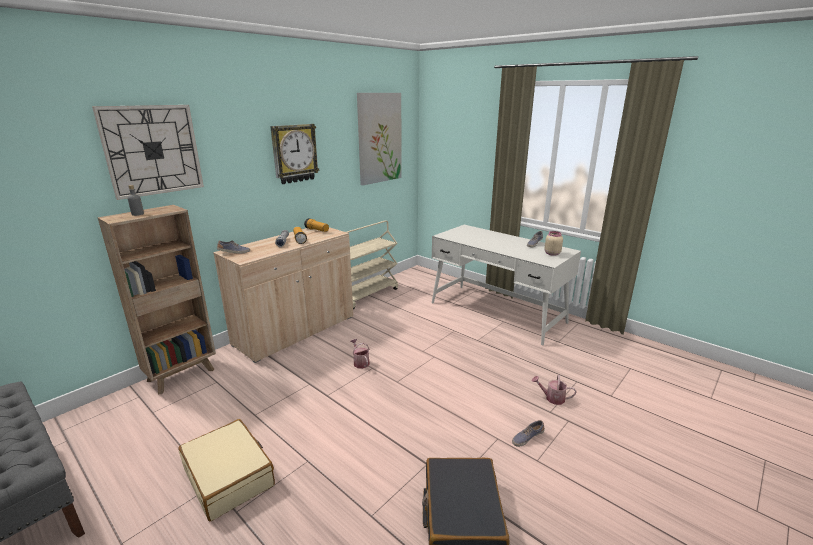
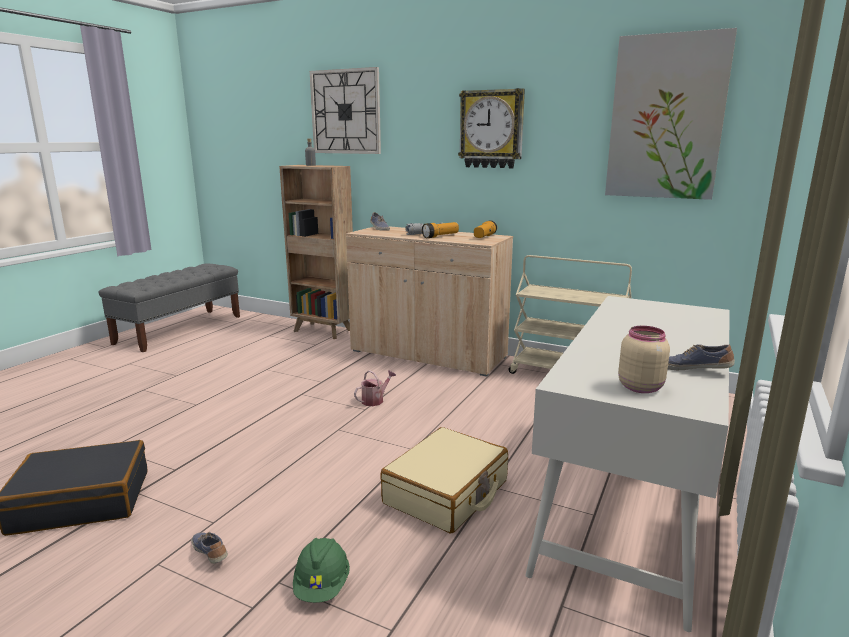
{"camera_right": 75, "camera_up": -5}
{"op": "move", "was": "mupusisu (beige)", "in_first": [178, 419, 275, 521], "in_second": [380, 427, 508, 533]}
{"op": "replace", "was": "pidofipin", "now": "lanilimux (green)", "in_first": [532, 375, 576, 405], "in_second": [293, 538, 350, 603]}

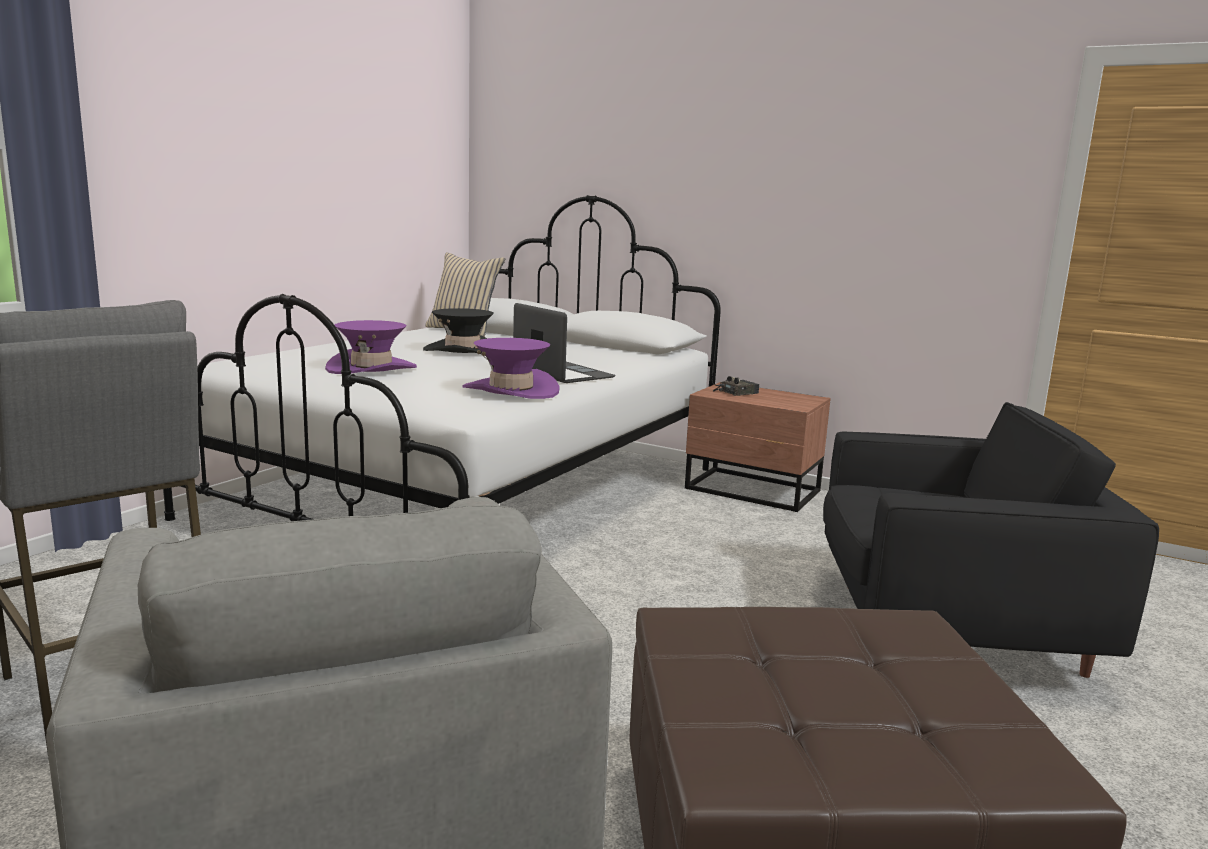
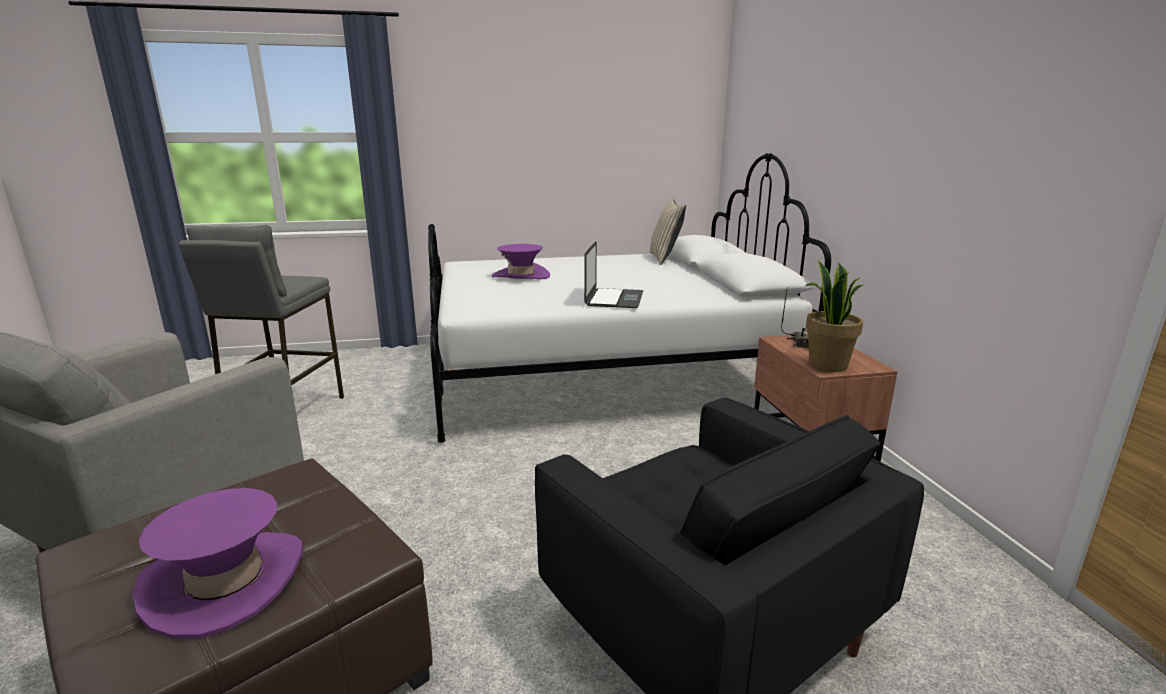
{"camera_right": 50, "camera_up": 5}
{"op": "delete", "was": "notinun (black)", "in_first": [423, 308, 494, 353]}
{"op": "insert", "now": "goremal", "in_second": [804, 260, 863, 372]}
{"op": "move", "was": "notinun (purple)", "in_first": [462, 338, 560, 399], "in_second": [132, 488, 303, 639]}

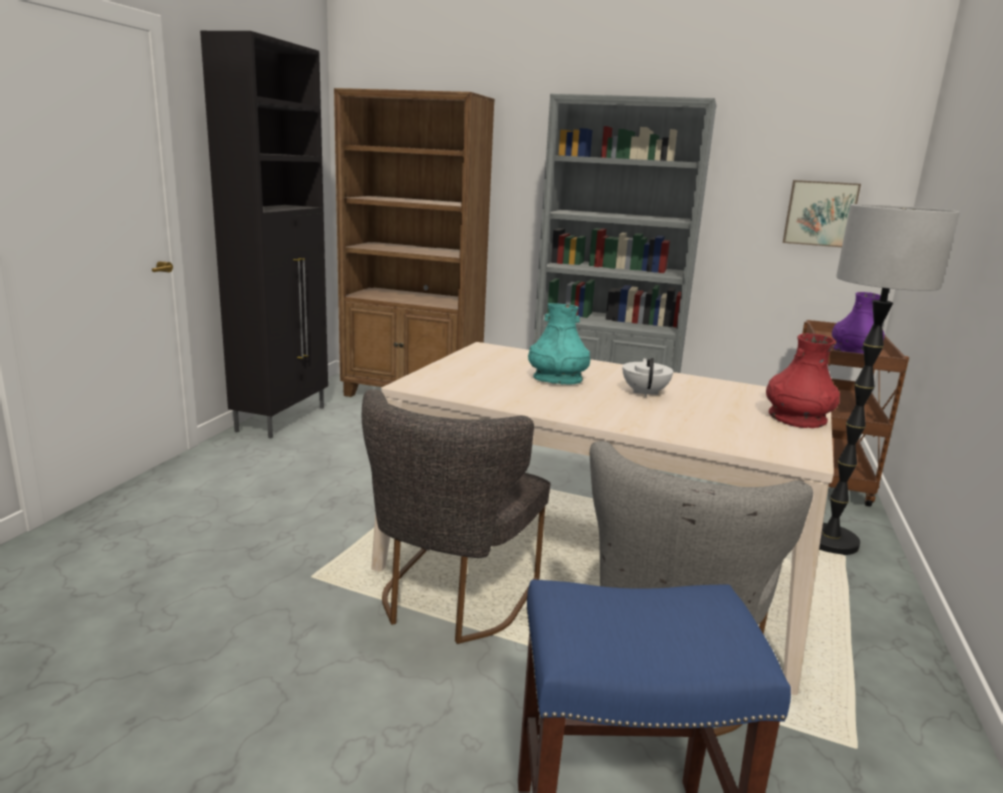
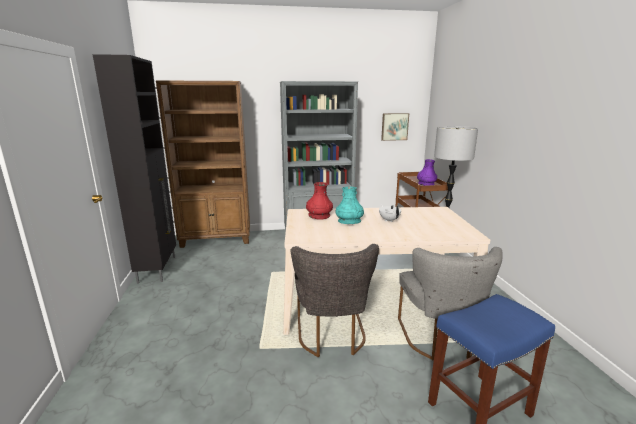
{"camera_right": -25, "camera_up": 0}
{"op": "move", "was": "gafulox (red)", "in_first": [766, 333, 840, 428], "in_second": [306, 182, 333, 220]}

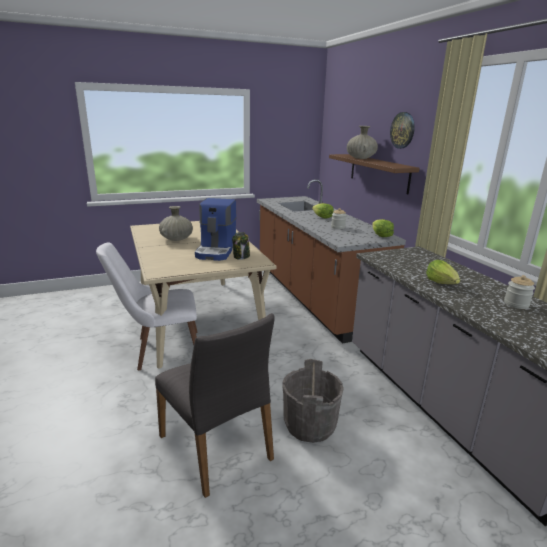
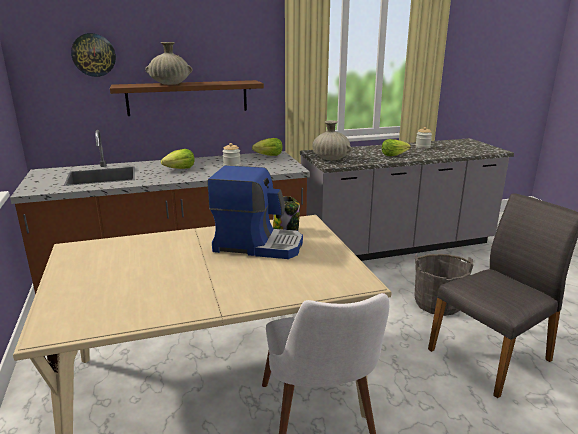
{"camera_right": -85, "camera_up": 0}
{"op": "move", "was": "gafulox (beige)", "in_first": [159, 206, 193, 241], "in_second": [313, 120, 352, 160]}
{"op": "move", "was": "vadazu", "in_first": [390, 112, 415, 149], "in_second": [71, 33, 116, 77]}

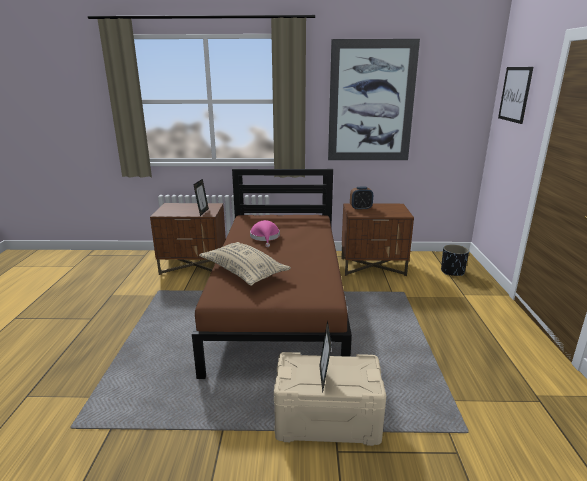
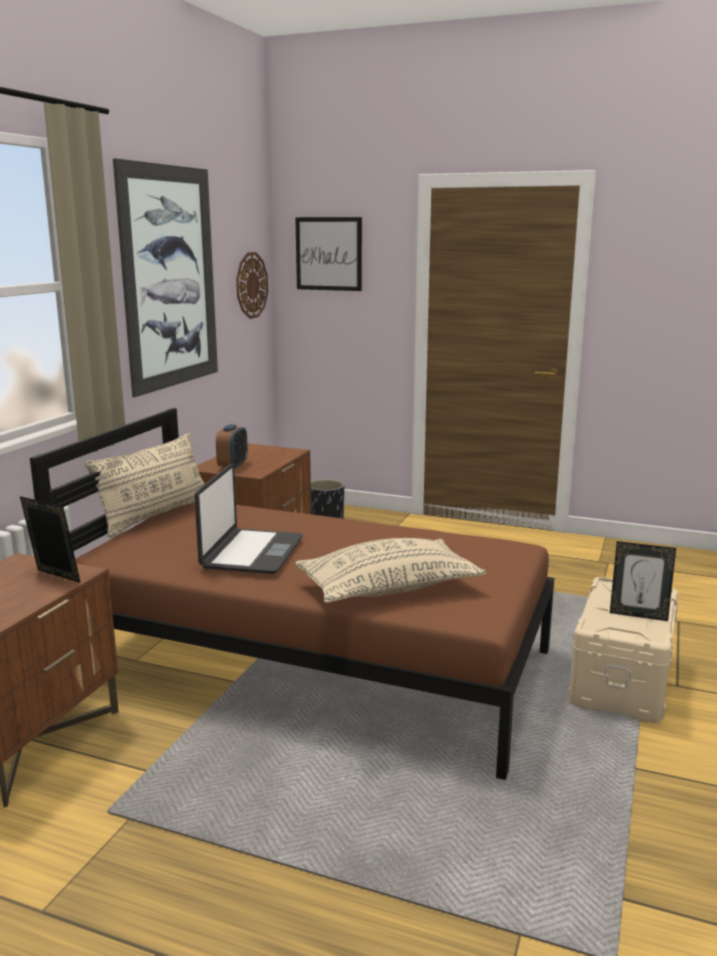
{"camera_right": -70, "camera_up": -5}
{"op": "insert", "now": "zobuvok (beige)", "in_second": [85, 433, 204, 538]}
{"op": "insert", "now": "vadazu", "in_second": [236, 252, 268, 319]}
{"op": "replace", "was": "notinun (pink)", "now": "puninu", "in_first": [250, 220, 280, 247], "in_second": [194, 464, 303, 574]}

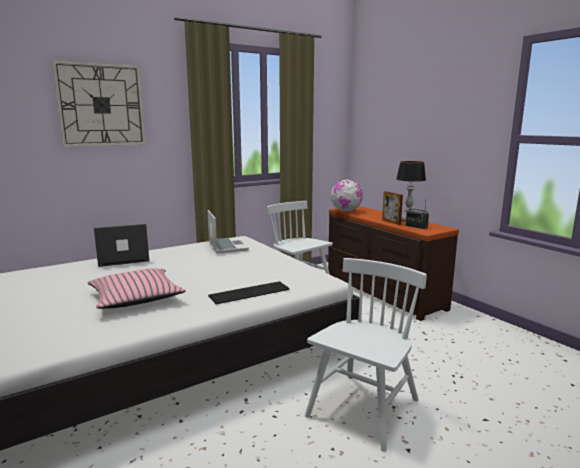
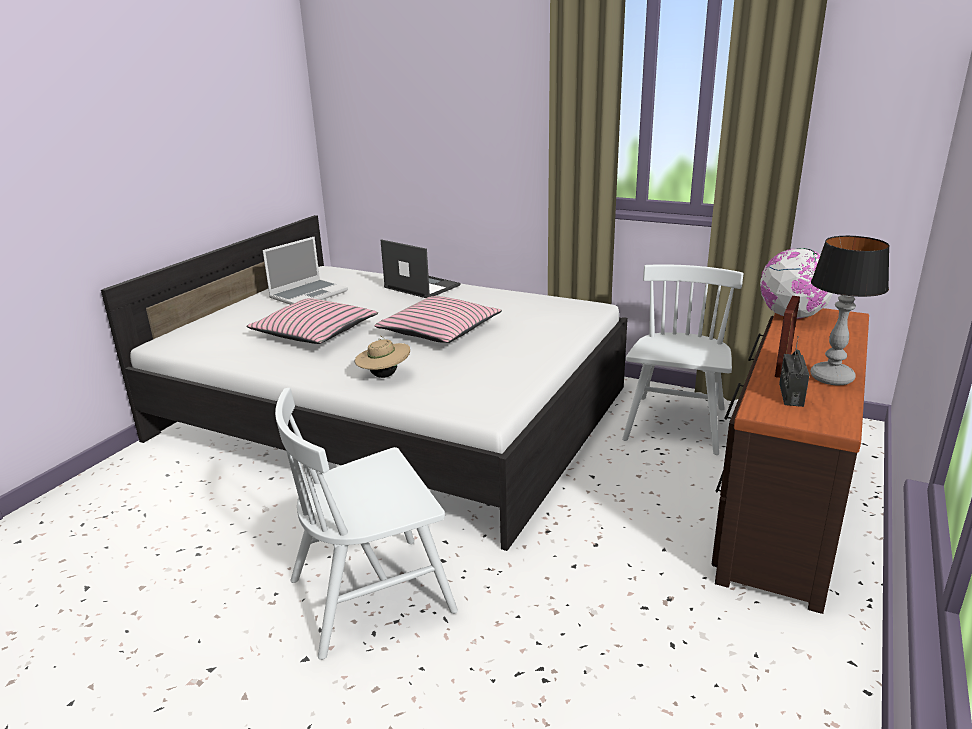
{"camera_right": 60, "camera_up": 10}
{"op": "delete", "was": "vadazu", "in_first": [52, 60, 146, 147]}
{"op": "insert", "now": "zobuvok (pink)", "in_second": [374, 296, 502, 343]}
{"op": "move", "was": "puninu", "in_first": [208, 210, 249, 253], "in_second": [263, 237, 348, 305]}
{"op": "replace", "was": "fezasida", "now": "notinun (beige)", "in_first": [208, 281, 289, 304], "in_second": [355, 335, 410, 378]}
{"op": "rotate", "was": "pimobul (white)", "in_first": [305, 258, 427, 452], "in_second": [275, 388, 458, 660], "clockwise": 150}

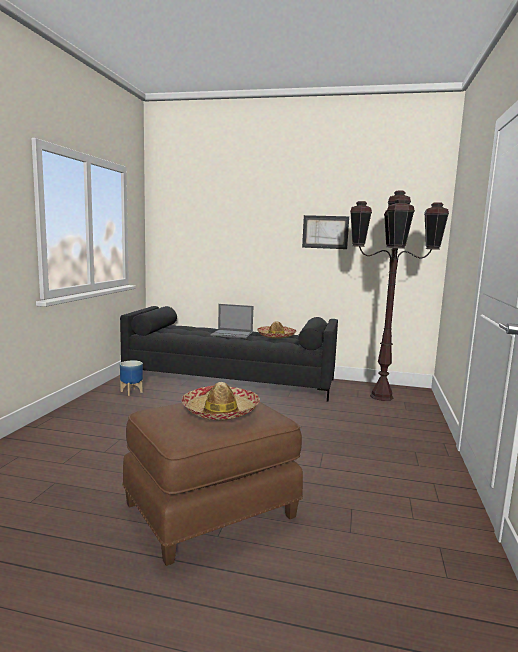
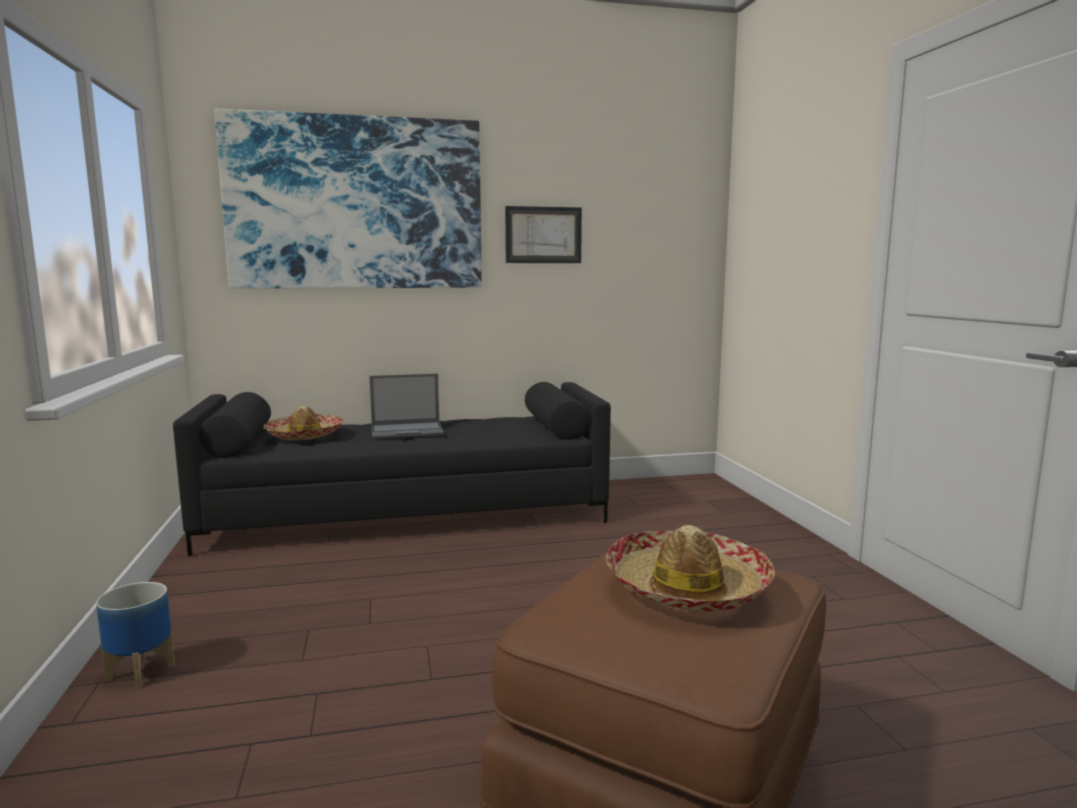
{"camera_right": -25, "camera_up": 0}
{"op": "delete", "was": "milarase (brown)", "in_first": [350, 190, 449, 401]}
{"op": "insert", "now": "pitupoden", "in_second": [214, 109, 482, 289]}
{"op": "move", "was": "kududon", "in_first": [120, 360, 143, 396], "in_second": [96, 582, 175, 689]}
{"op": "move", "was": "notinun", "in_first": [257, 321, 296, 339], "in_second": [264, 406, 344, 440]}

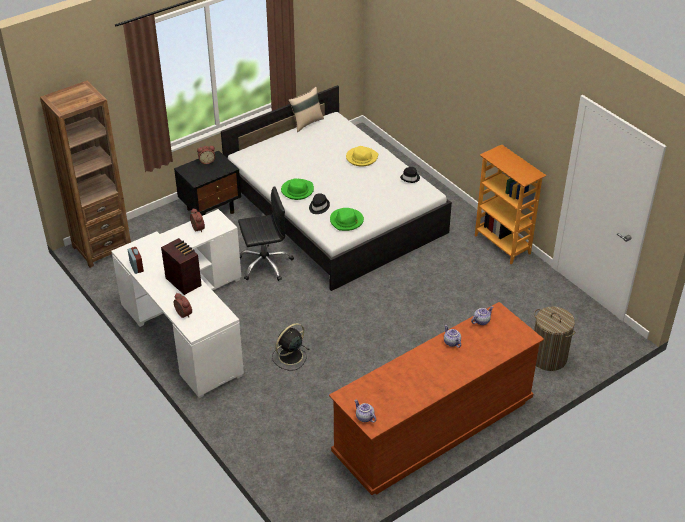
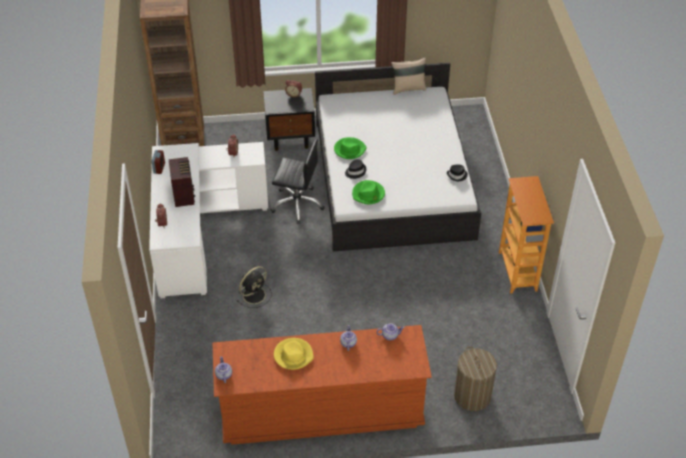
{"camera_right": 30, "camera_up": 5}
{"op": "move", "was": "notinun (yellow)", "in_first": [346, 146, 378, 167], "in_second": [274, 338, 314, 370]}
{"op": "rotate", "was": "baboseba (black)", "in_first": [272, 323, 309, 371], "in_second": [236, 266, 272, 308], "clockwise": 150}

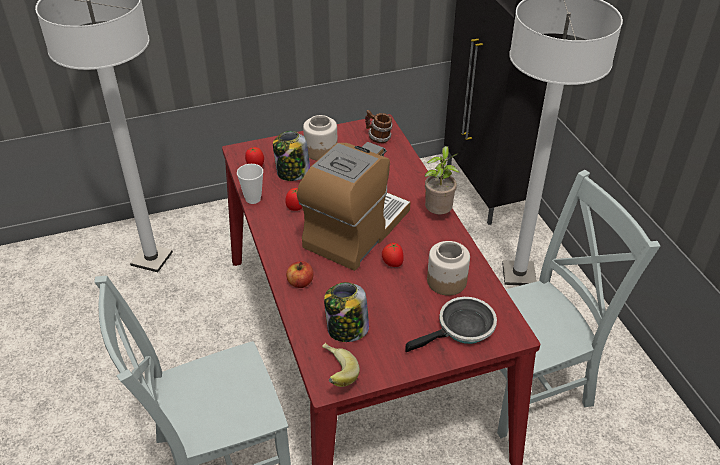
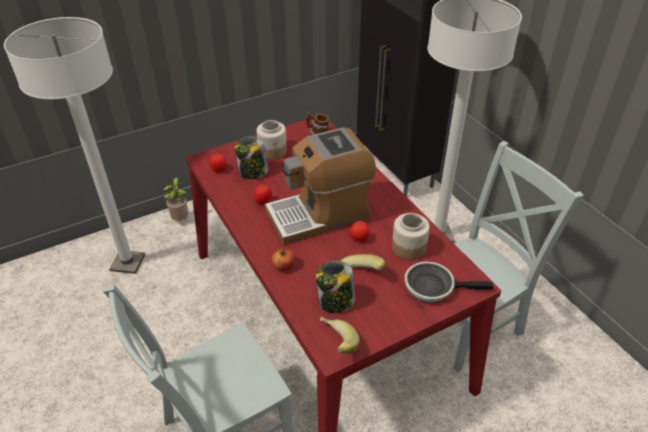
{"camera_right": -10, "camera_up": 0}
{"op": "delete", "was": "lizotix", "in_first": [237, 164, 263, 204]}
{"op": "insert", "now": "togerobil", "in_second": [341, 254, 386, 270]}
{"op": "move", "was": "goremal", "in_first": [424, 146, 460, 214], "in_second": [163, 177, 188, 221]}
{"op": "rotate", "was": "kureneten", "in_first": [297, 142, 411, 271], "in_second": [265, 127, 376, 245], "clockwise": -135}
{"op": "rotate", "was": "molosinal", "in_first": [405, 297, 497, 352], "in_second": [404, 262, 493, 302], "clockwise": -135}

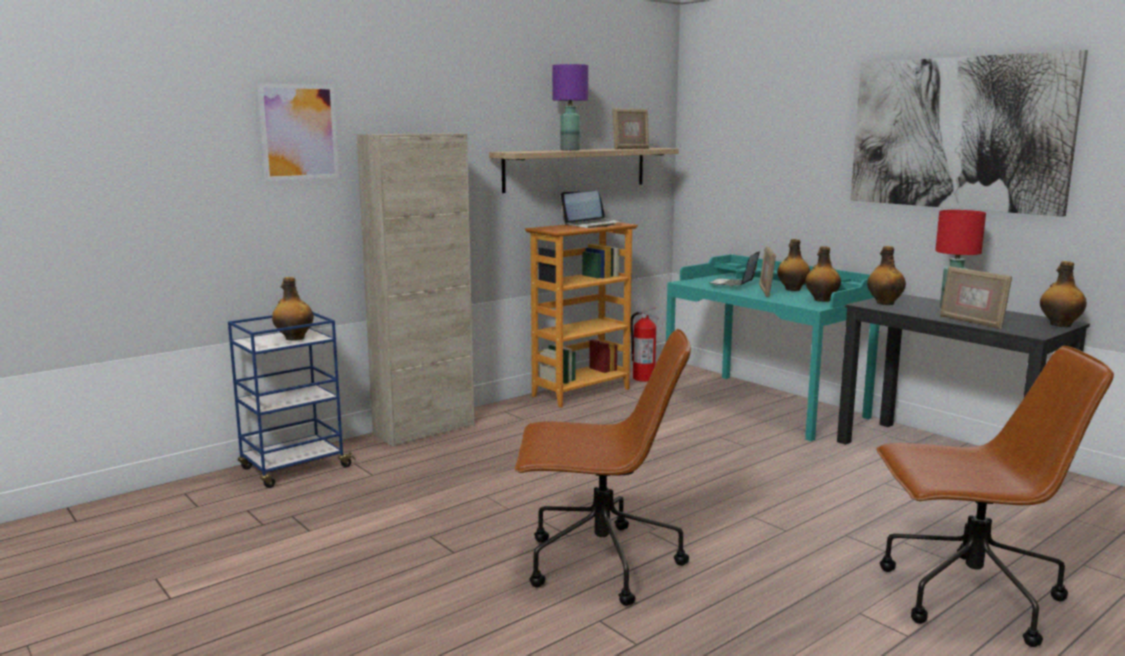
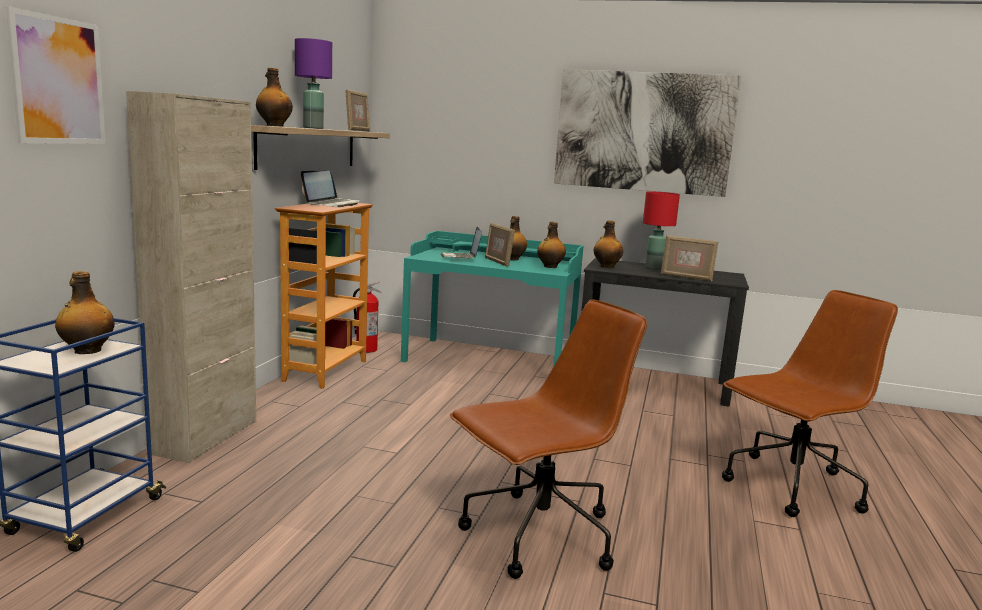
{"camera_right": -35, "camera_up": 0}
{"op": "move", "was": "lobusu", "in_first": [1040, 261, 1087, 327], "in_second": [256, 68, 293, 127]}

